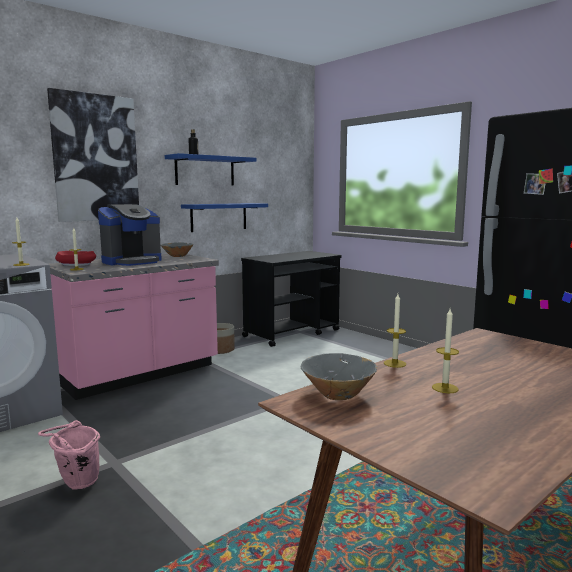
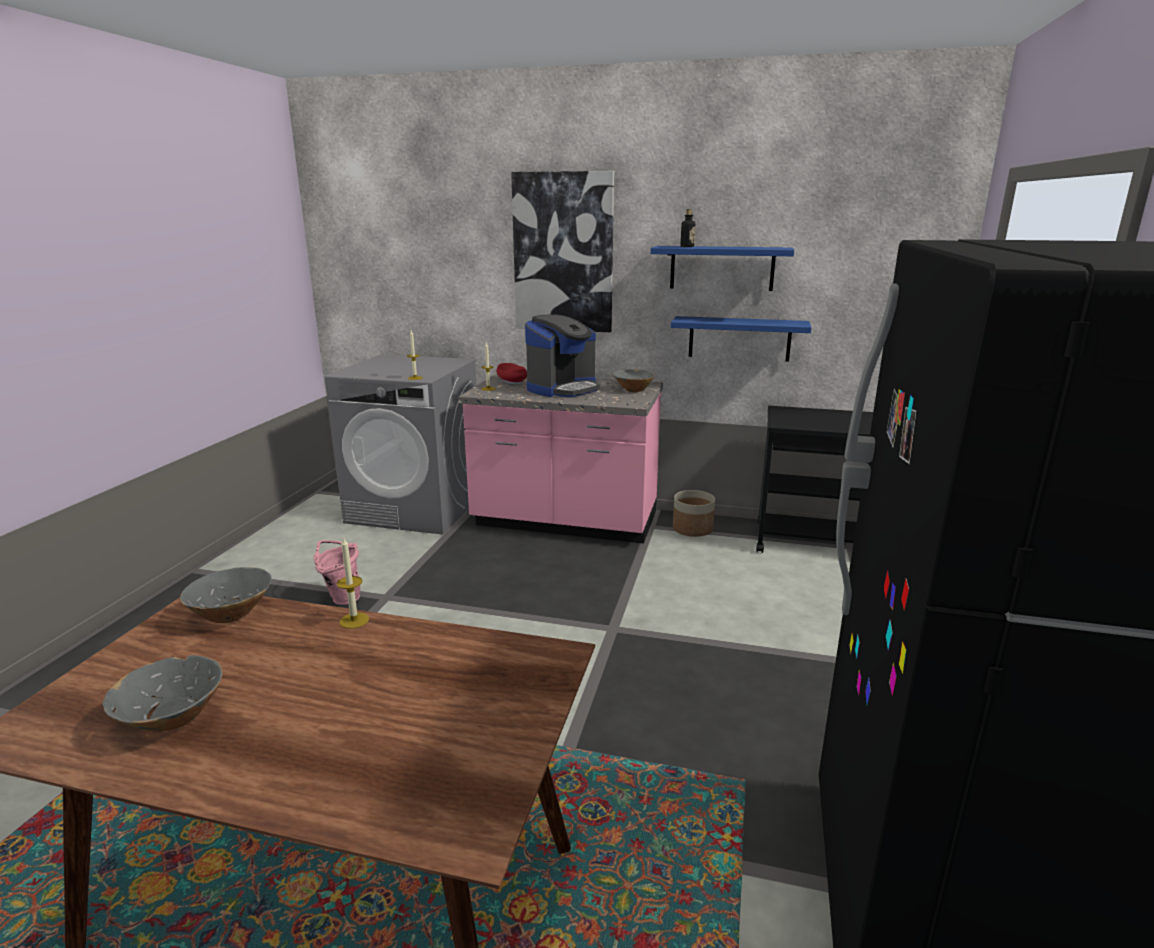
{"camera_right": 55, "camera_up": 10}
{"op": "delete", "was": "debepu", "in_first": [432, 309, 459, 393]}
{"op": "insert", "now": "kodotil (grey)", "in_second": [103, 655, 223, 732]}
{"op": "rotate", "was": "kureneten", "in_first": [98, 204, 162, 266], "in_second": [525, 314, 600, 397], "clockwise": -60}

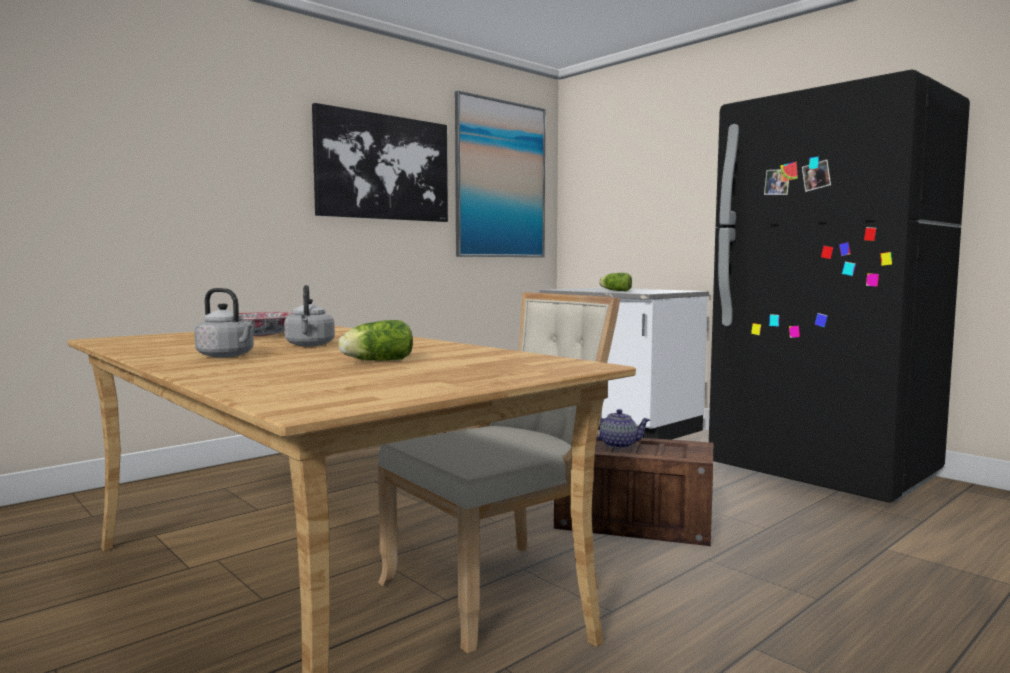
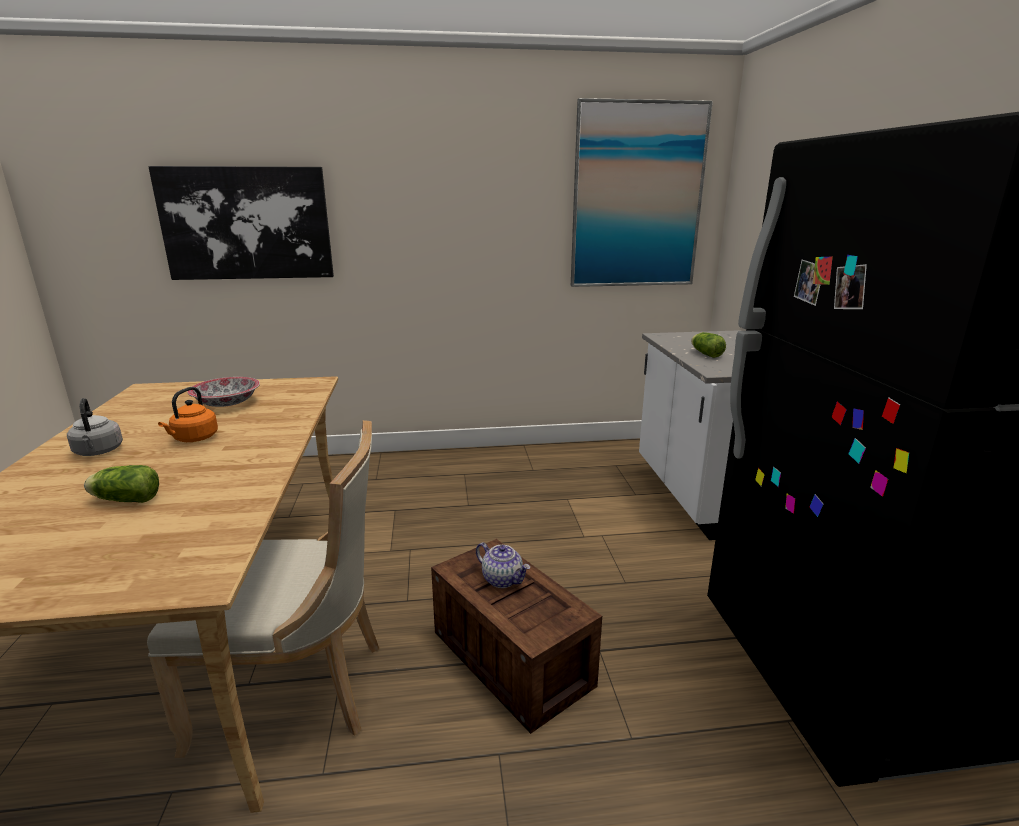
{"camera_right": 35, "camera_up": 15}
{"op": "move", "was": "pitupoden", "in_first": [312, 103, 448, 222], "in_second": [149, 166, 334, 280]}
{"op": "recolor", "was": "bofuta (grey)", "now": "bofuta (orange)", "in_first": [284, 285, 335, 346], "in_second": [158, 387, 218, 442]}

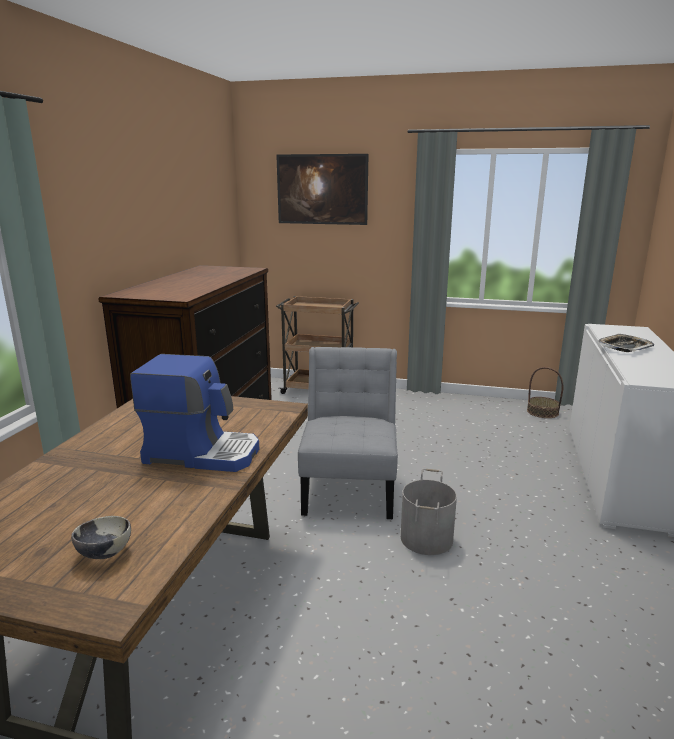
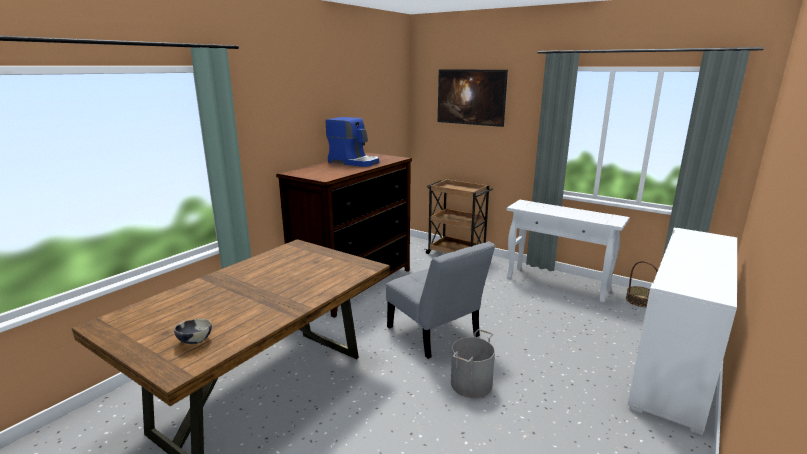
{"camera_right": 20, "camera_up": 0}
{"op": "delete", "was": "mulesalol", "in_first": [599, 334, 654, 352]}
{"op": "insert", "now": "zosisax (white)", "in_second": [506, 200, 629, 303]}
{"op": "move", "was": "kureneten", "in_first": [130, 354, 259, 472], "in_second": [326, 117, 379, 167]}
{"op": "rotate", "was": "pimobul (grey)", "in_first": [298, 347, 398, 519], "in_second": [386, 241, 495, 359], "clockwise": 120}

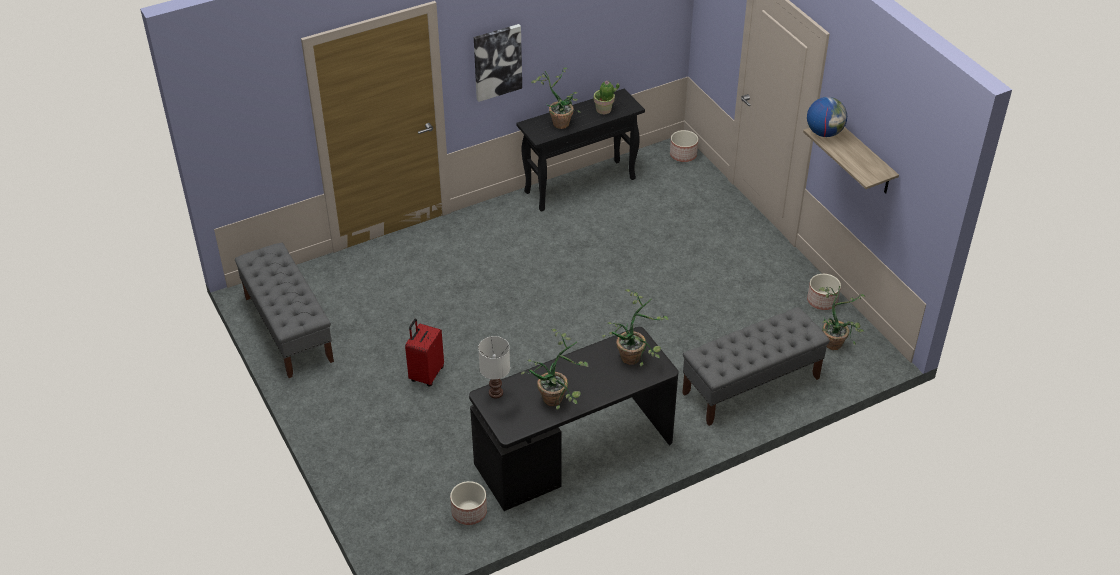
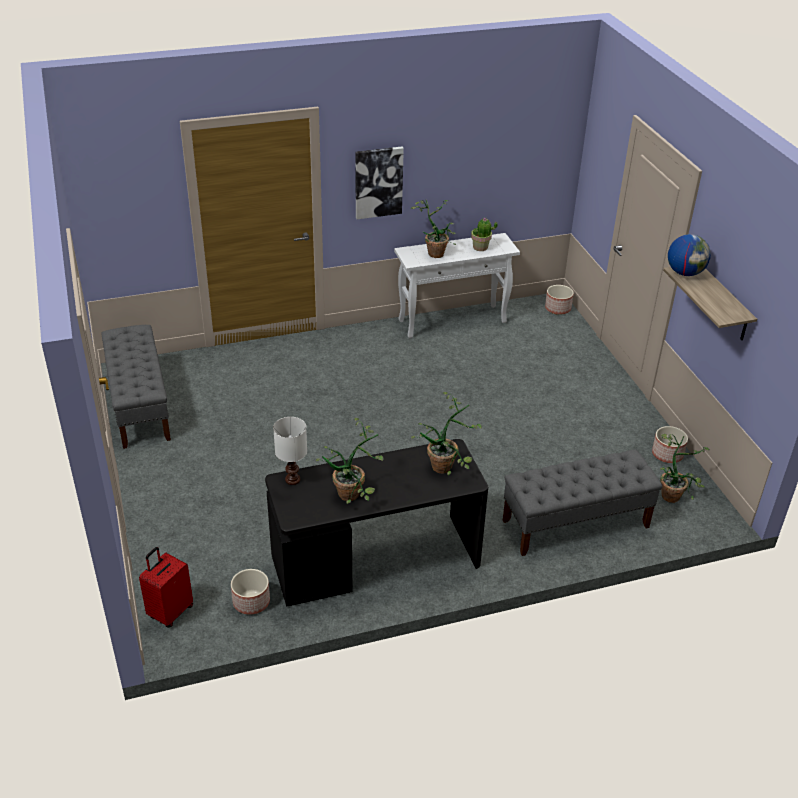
{"camera_right": 10, "camera_up": -5}
{"op": "move", "was": "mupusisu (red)", "in_first": [405, 319, 444, 387], "in_second": [139, 547, 193, 628]}
{"op": "recolor", "was": "zosisax (black)", "now": "zosisax (white)", "in_first": [517, 89, 645, 211], "in_second": [394, 233, 520, 338]}

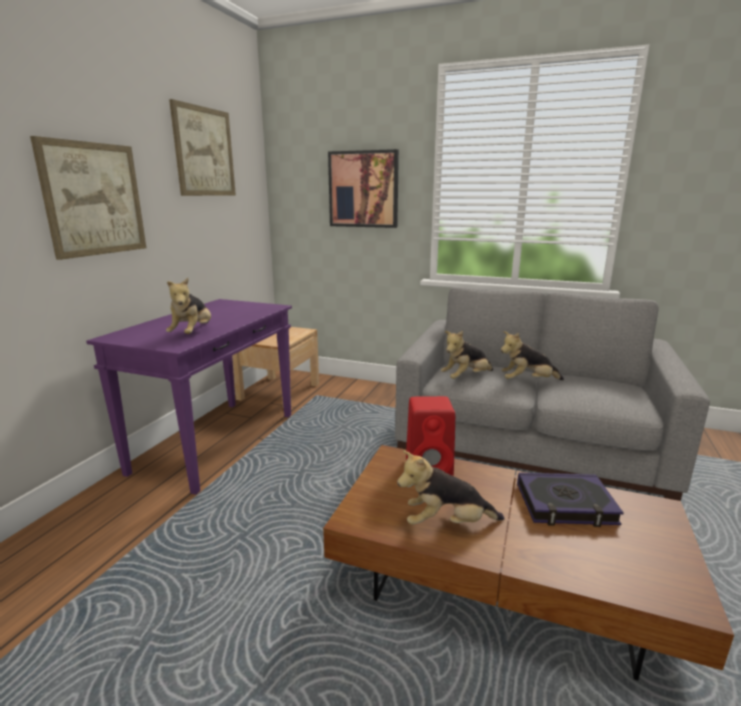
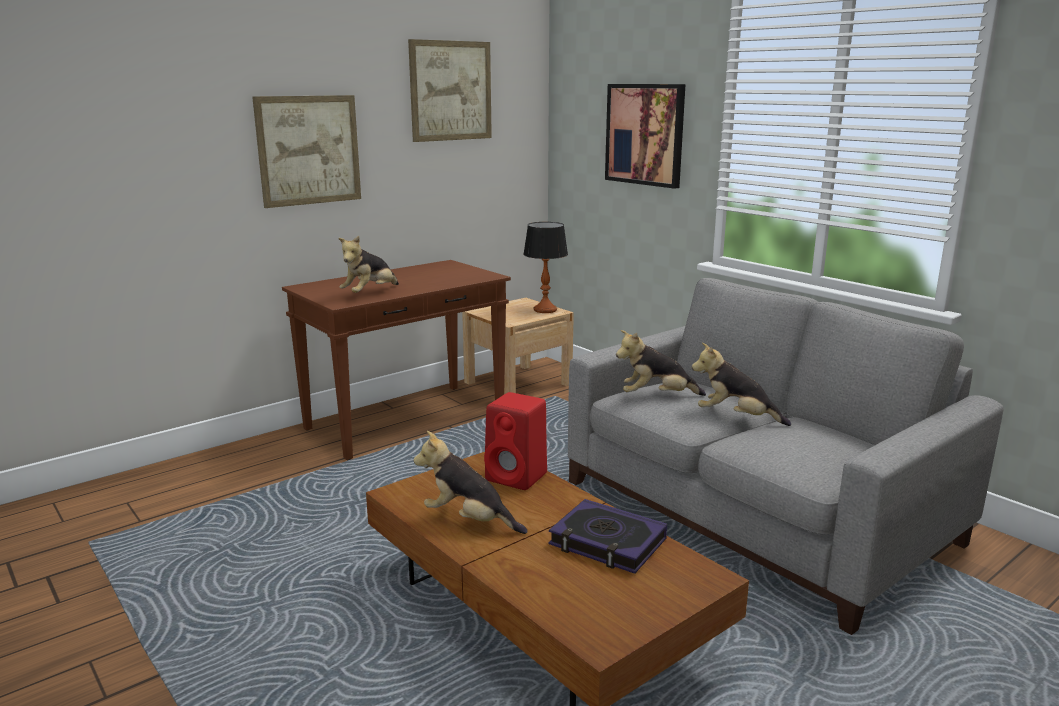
{"camera_right": 30, "camera_up": 0}
{"op": "insert", "now": "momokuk", "in_second": [523, 222, 568, 313]}
{"op": "recolor", "was": "zosisax (purple)", "now": "zosisax (brown)", "in_first": [86, 299, 292, 495], "in_second": [282, 260, 511, 460]}

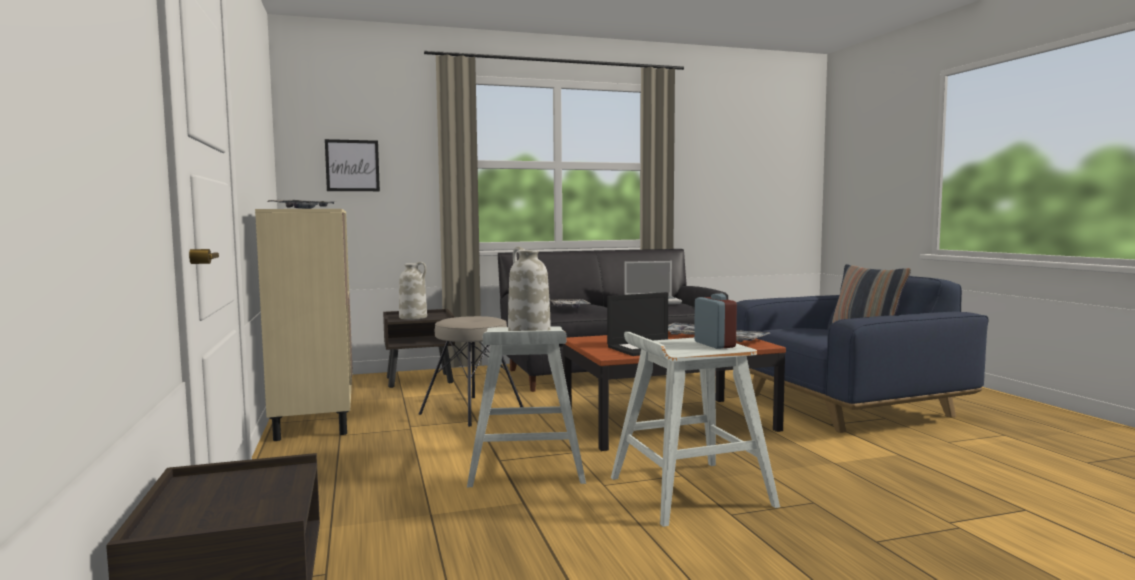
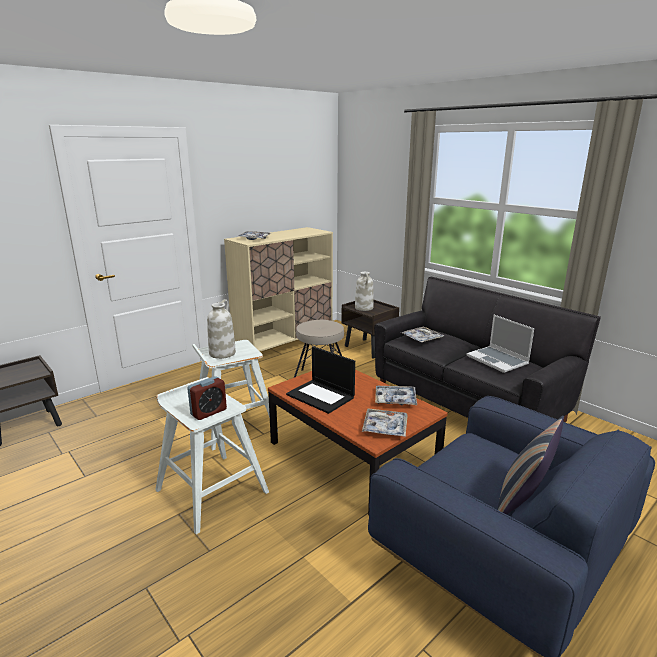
{"camera_right": 65, "camera_up": 15}
{"op": "delete", "was": "pitupoden", "in_first": [325, 139, 380, 191]}

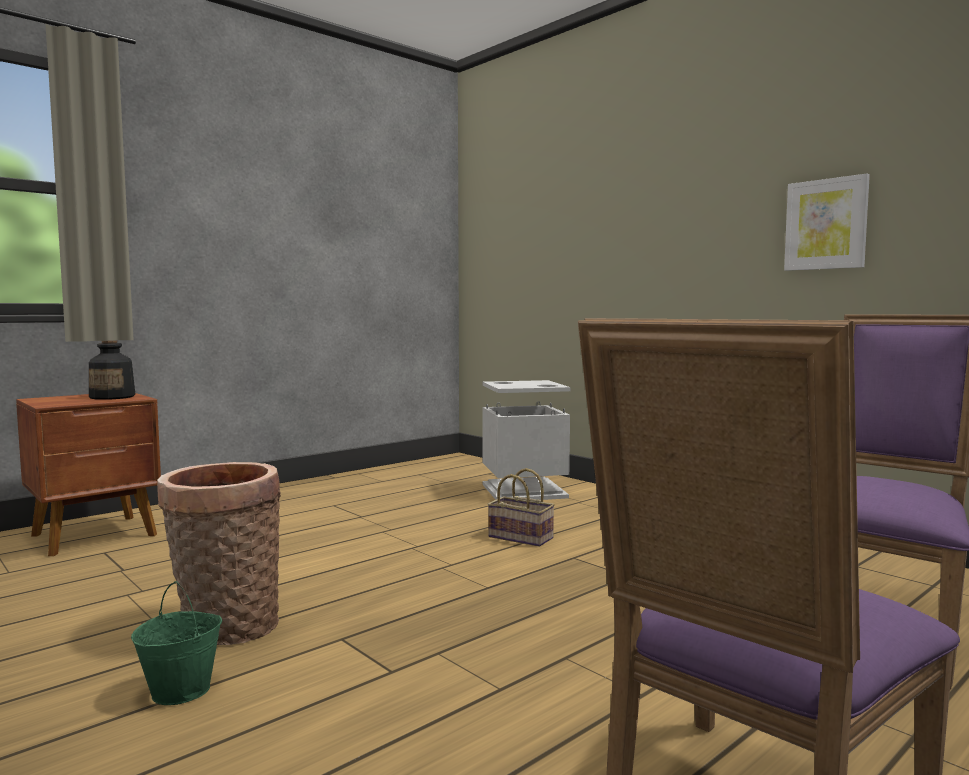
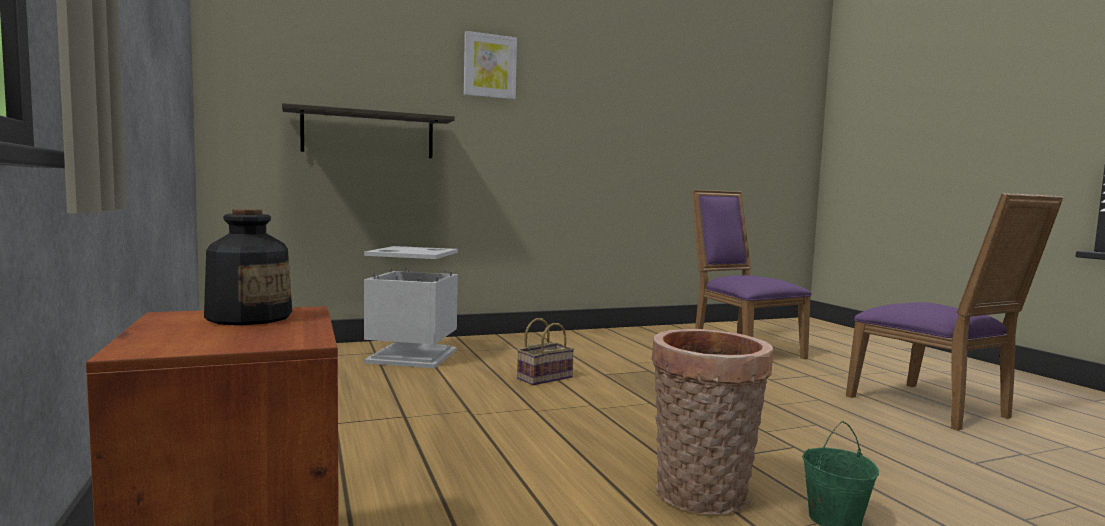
{"camera_right": -70, "camera_up": 0}
{"op": "insert", "now": "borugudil", "in_second": [282, 103, 455, 158]}
{"op": "move", "was": "pitupoden", "in_first": [784, 173, 870, 271], "in_second": [464, 31, 517, 100]}

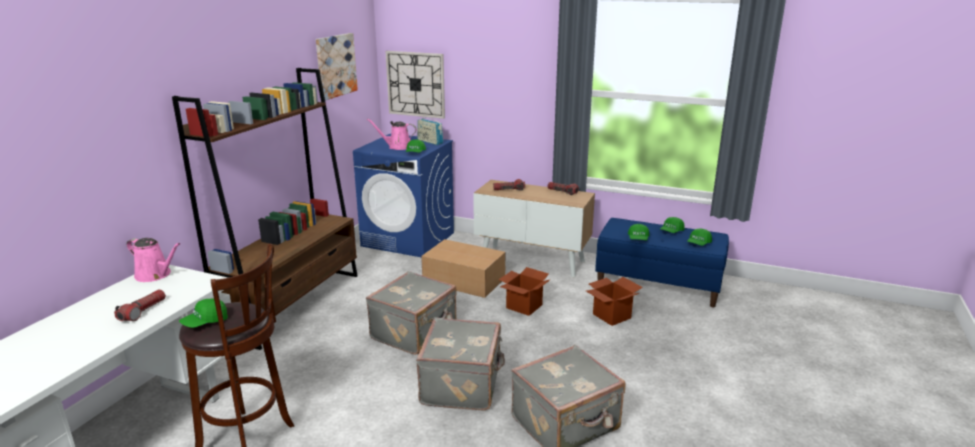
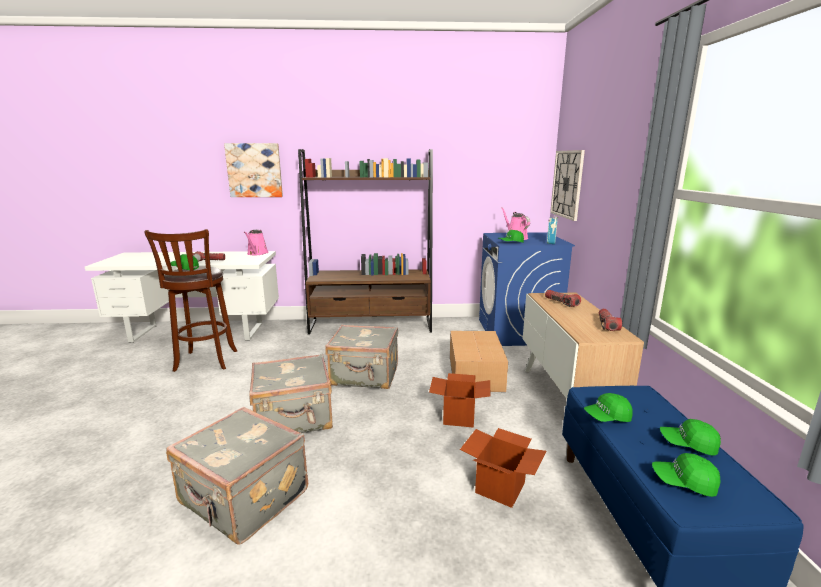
{"camera_right": 65, "camera_up": -5}
{"op": "move", "was": "pitupoden", "in_first": [316, 33, 358, 100], "in_second": [224, 143, 283, 197]}

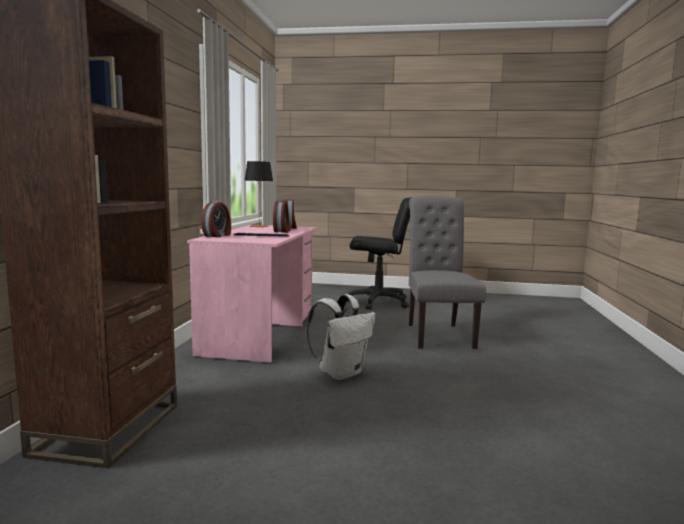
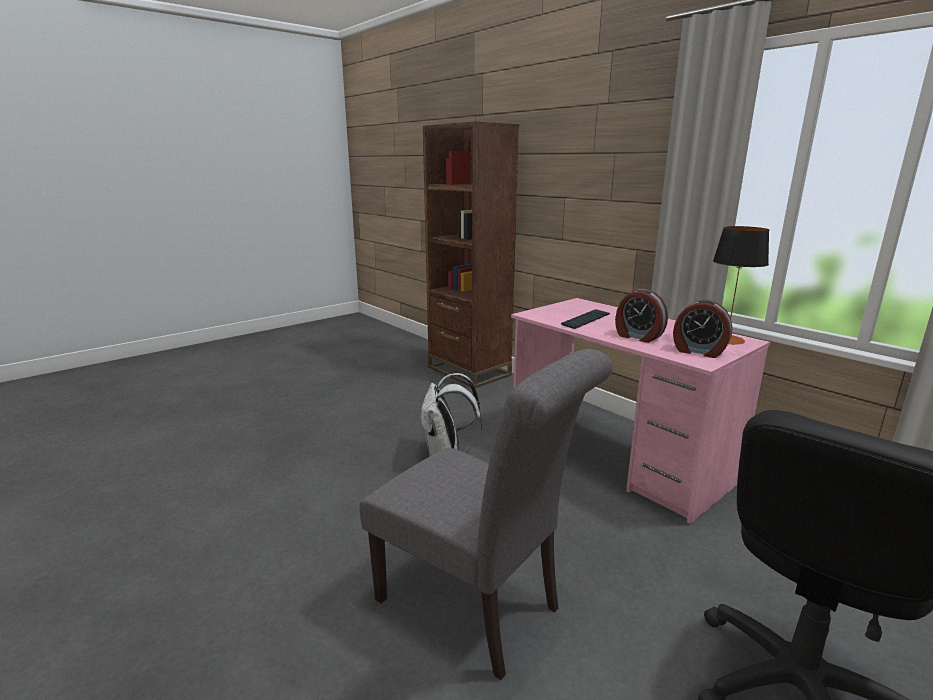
{"camera_right": 130, "camera_up": 10}
{"op": "delete", "was": "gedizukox", "in_first": [201, 201, 231, 237]}

